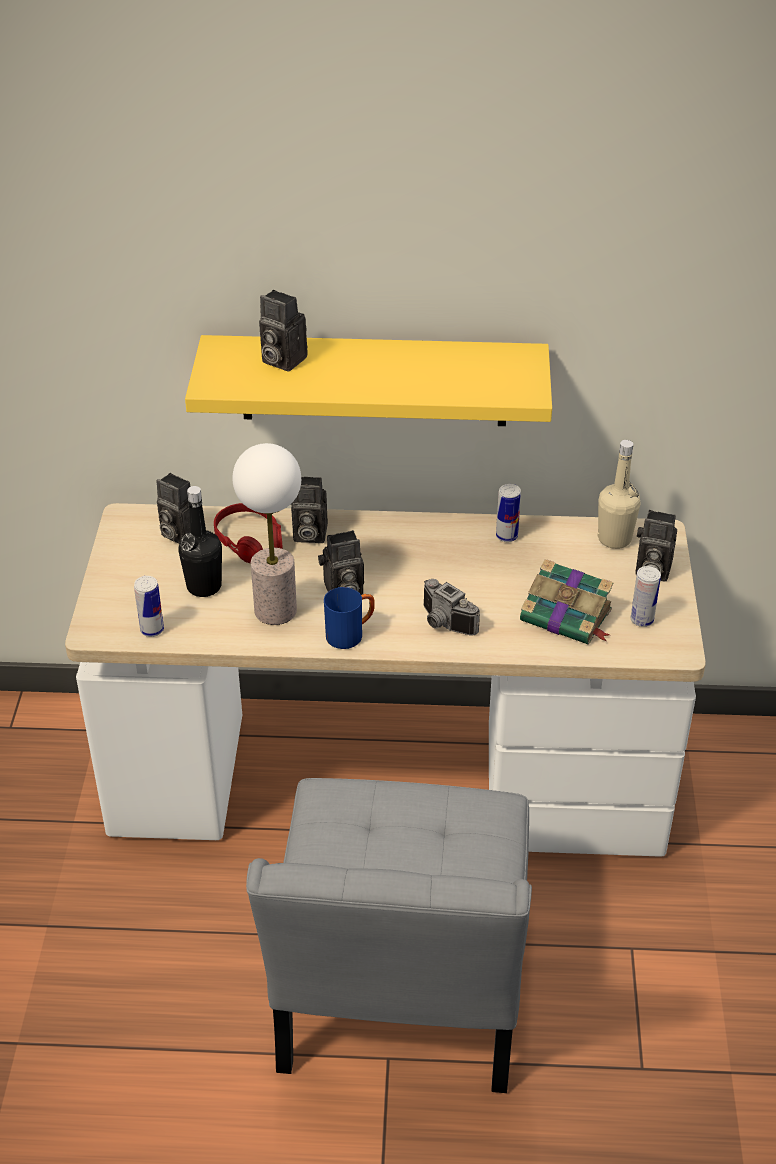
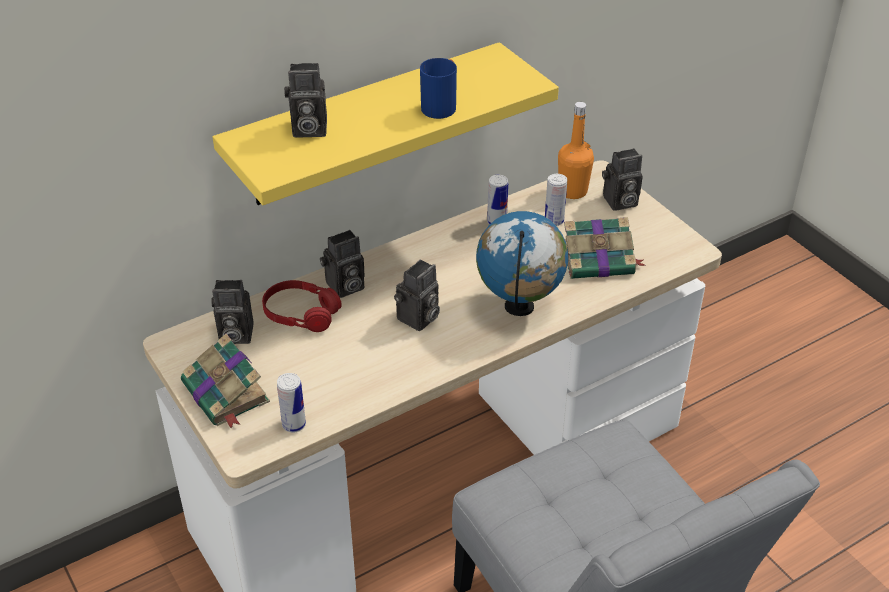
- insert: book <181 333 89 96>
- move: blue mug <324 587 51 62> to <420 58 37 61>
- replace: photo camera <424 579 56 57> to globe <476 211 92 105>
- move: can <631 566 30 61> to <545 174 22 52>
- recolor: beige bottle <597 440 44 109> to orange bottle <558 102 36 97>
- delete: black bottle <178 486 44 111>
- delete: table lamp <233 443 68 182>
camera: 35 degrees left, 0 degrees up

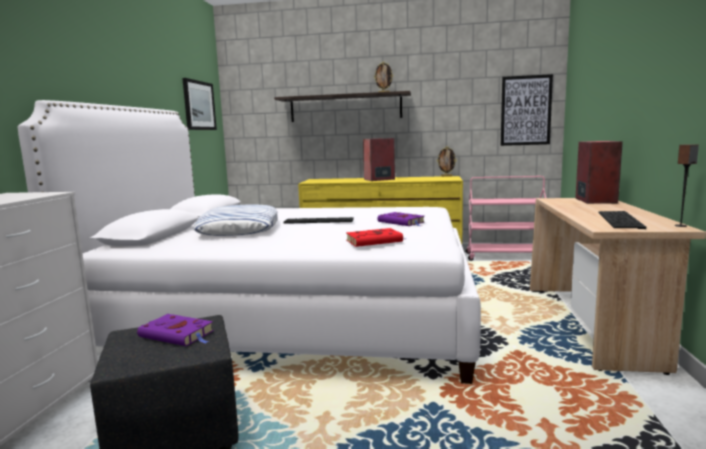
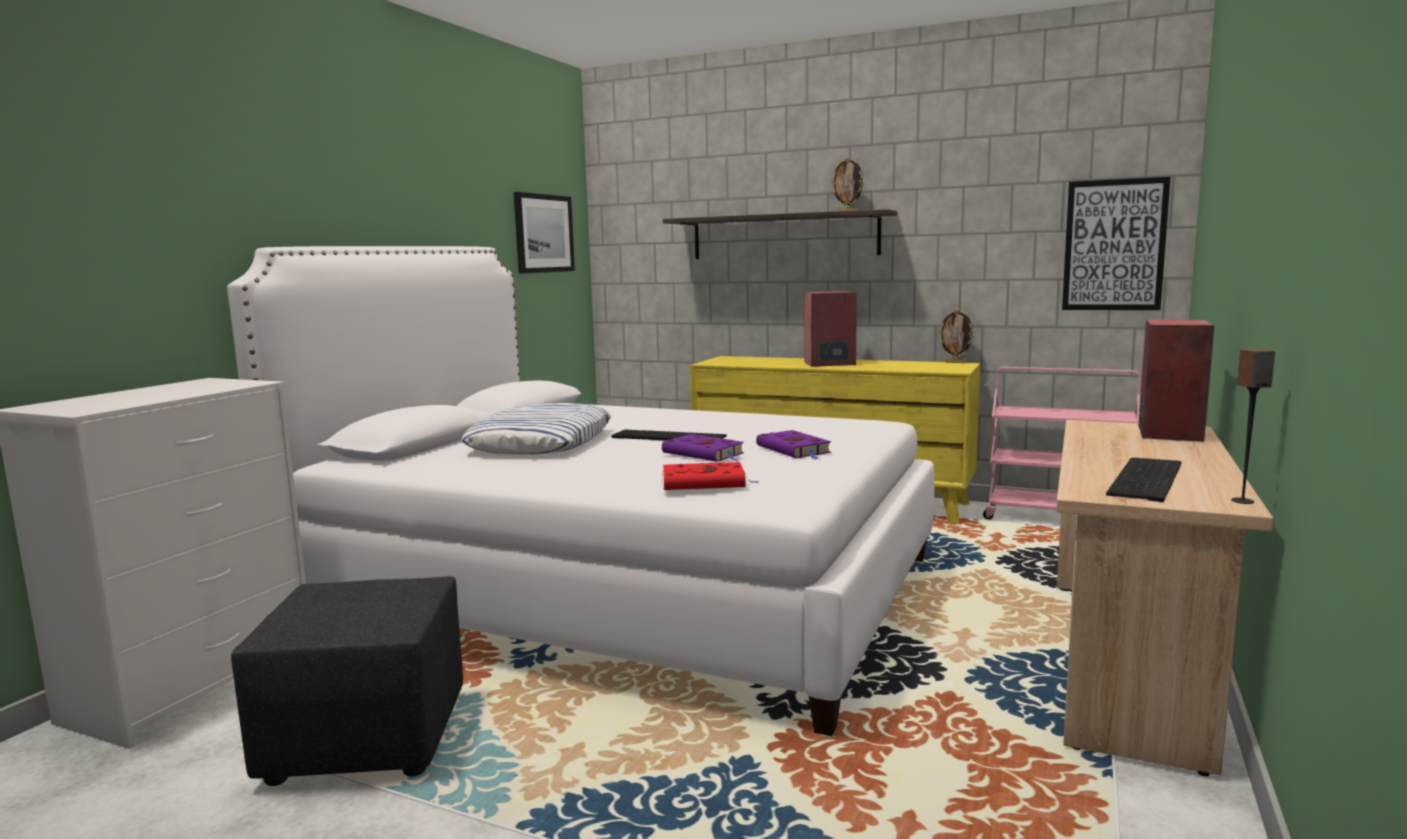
- move: purple book <137 314 77 32> to <662 434 82 28>
camera: 15 degrees right, 0 degrees up

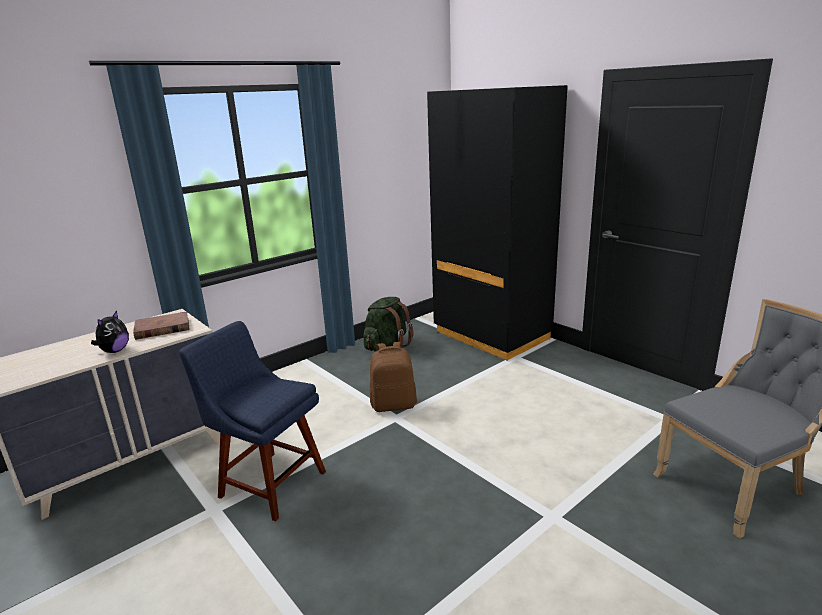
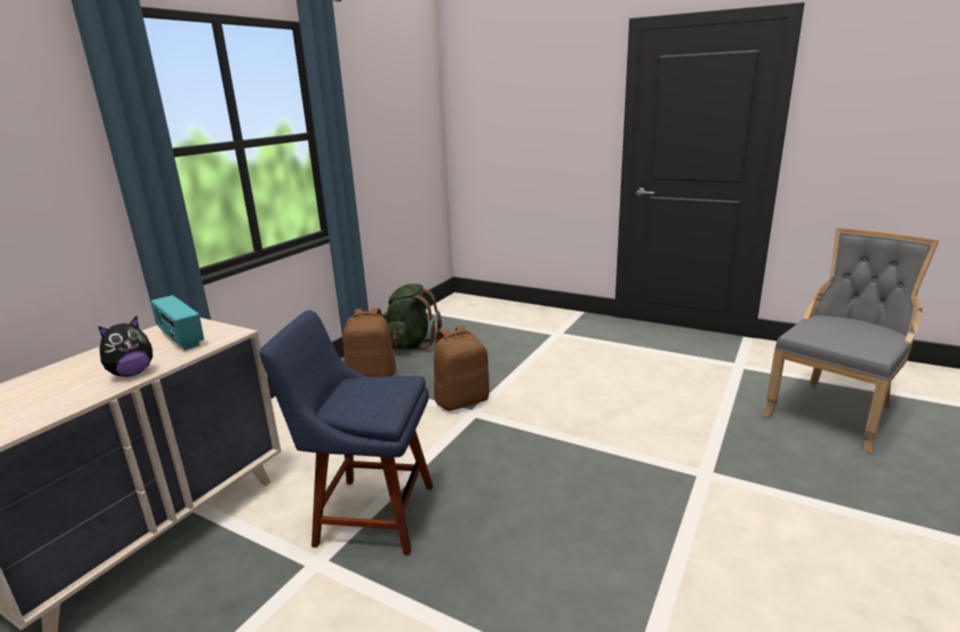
- rotate: plush toy <91 311 38 42> = <98 316 55 61> 45 degrees clockwise
- replace: brown book <133 311 57 29> to radio <151 295 53 55>
- insert: brown backpack <342 308 54 69>
- delete: black wardrobe <427 85 141 276>
camera: 20 degrees left, 0 degrees up

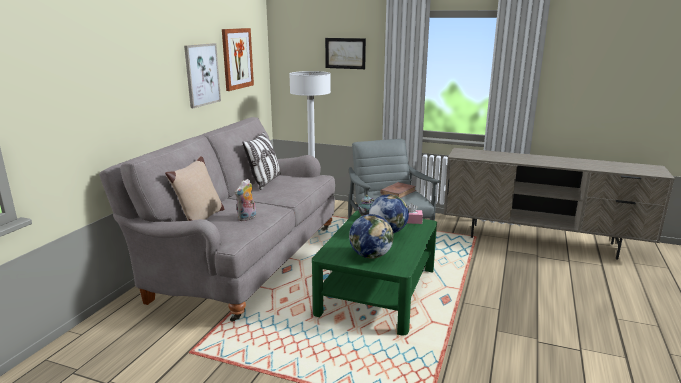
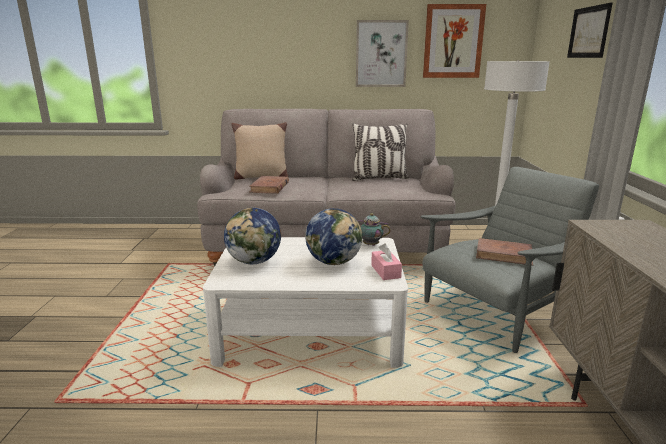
- recolor: green coffee table <312 210 125 125> to white coffee table <203 237 205 131>
- replace: plush toy <235 179 21 42> to brown book <249 176 40 18>
camera: 70 degrees right, 0 degrees up

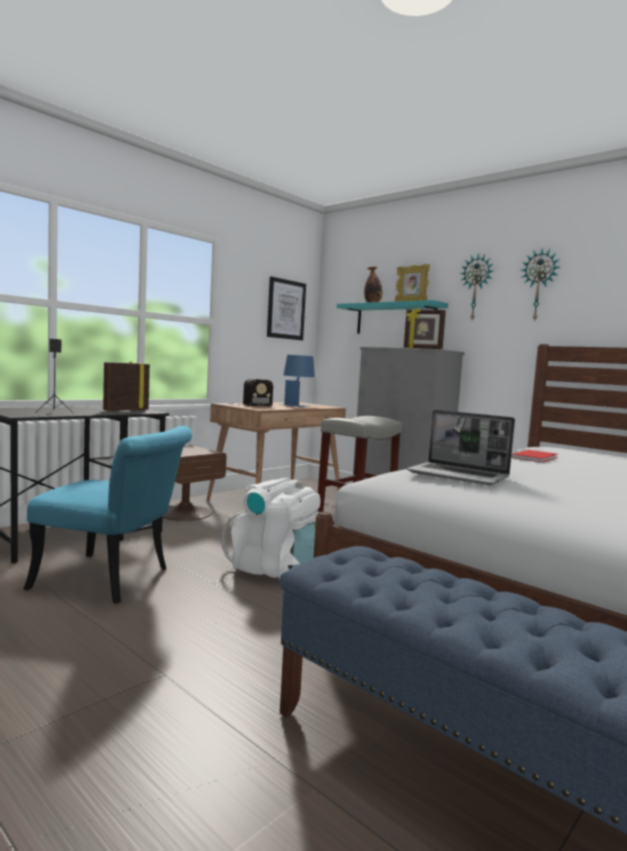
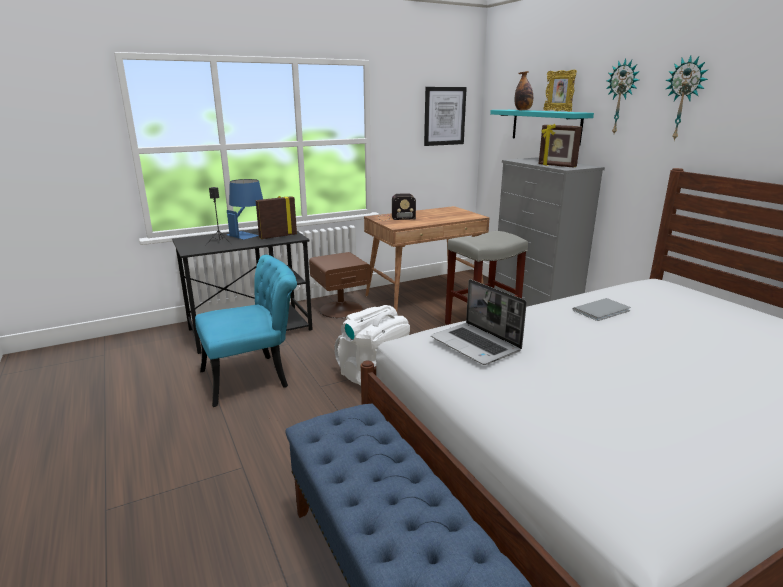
- rotate: turquoise chair <23 426 169 177> = <195 255 102 152> 60 degrees counterclockwise
- move: blue table lamp <280 355 35 52> to <227 179 36 61>
- recolor: red book <511 450 47 12> to grey book <573 298 58 23>
camera: 20 degrees right, 15 degrees up

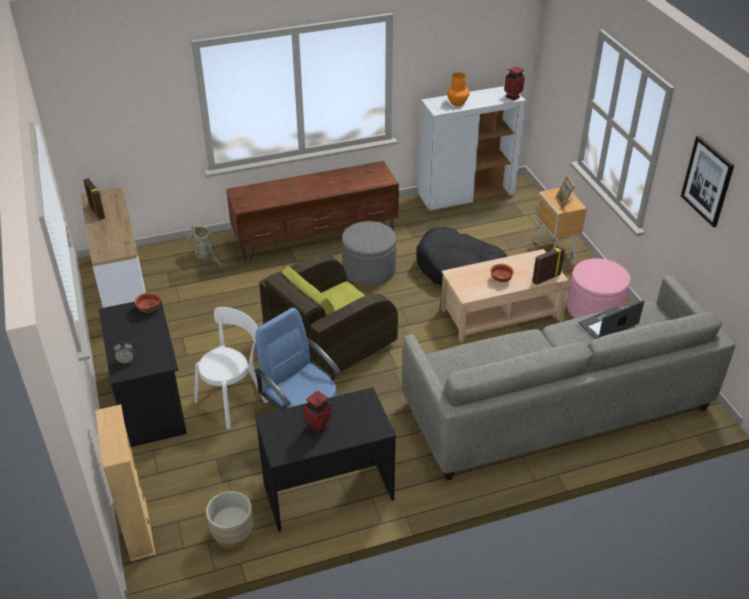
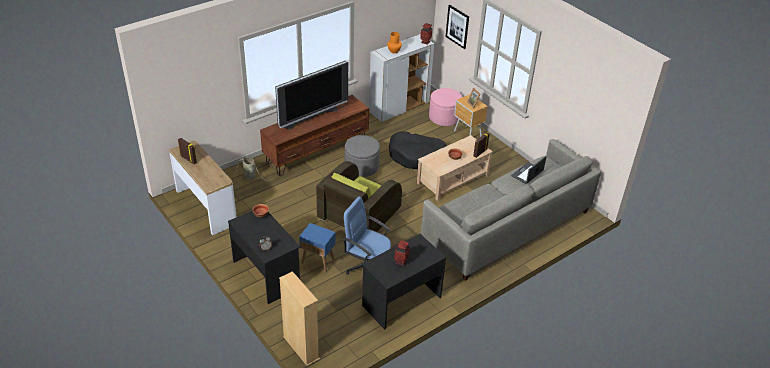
- insert: television <275 61 73 69>
- replace: white chair <194 307 74 122> to blue side table <299 223 37 50>
- move: pink ottoman <567 258 64 61> to <429 88 33 38>
- move: picture <681 136 53 91> to <446 5 23 44>
- delete: beige planter <206 491 47 58>
camera: 20 degrees left, 0 degrees up

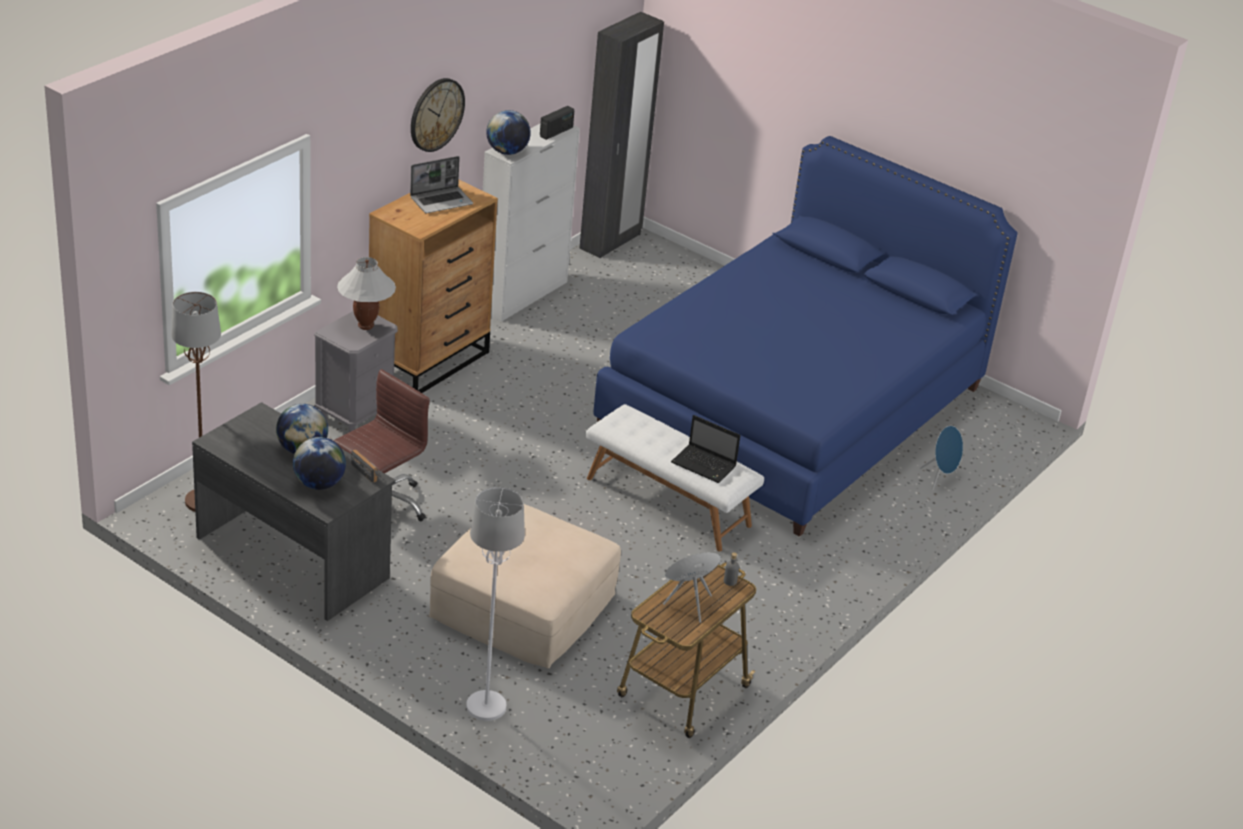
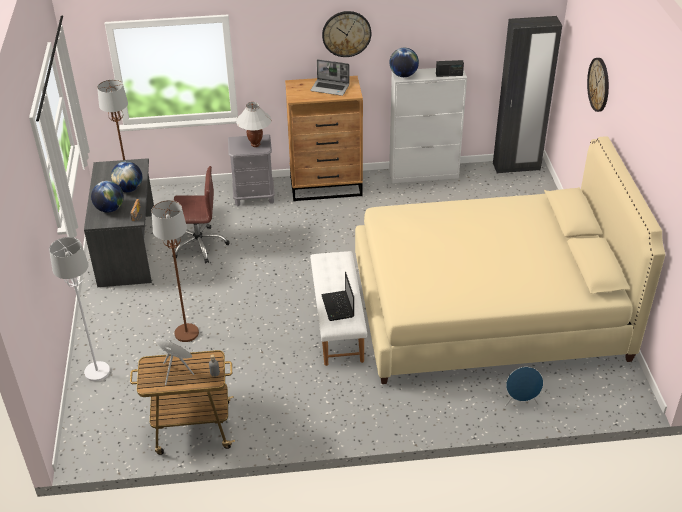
- replace: beige ottoman <429 504 192 164> to brown floor lamp <152 200 47 142>
- recolor: blue bed <593 136 425 401> to beige bed <355 136 311 248>
- insert: wall clock <587 58 22 54>
camera: 50 degrees right, 5 degrees up

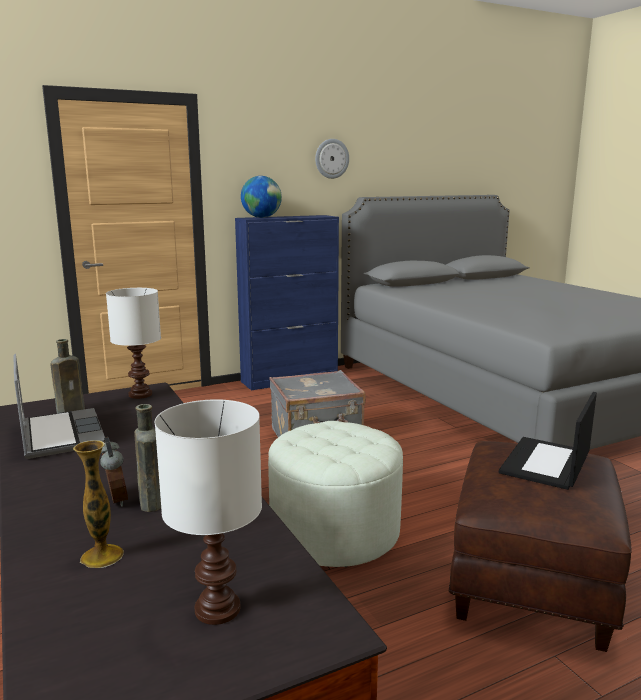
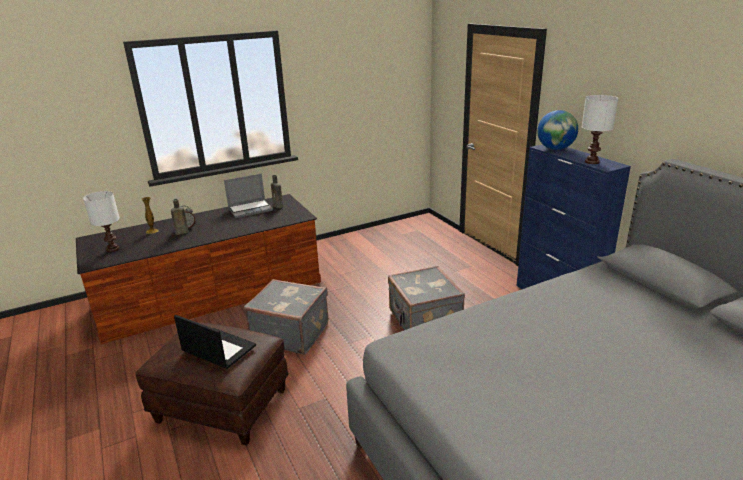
- replace: white ottoman <268 421 135 146> to grey suitcase <244 279 84 75>
- move: white table lamp <106 288 55 111> to <582 95 36 69>
- delete: wall clock <315 139 34 40>
camera: 90 degrees right, 10 degrees up

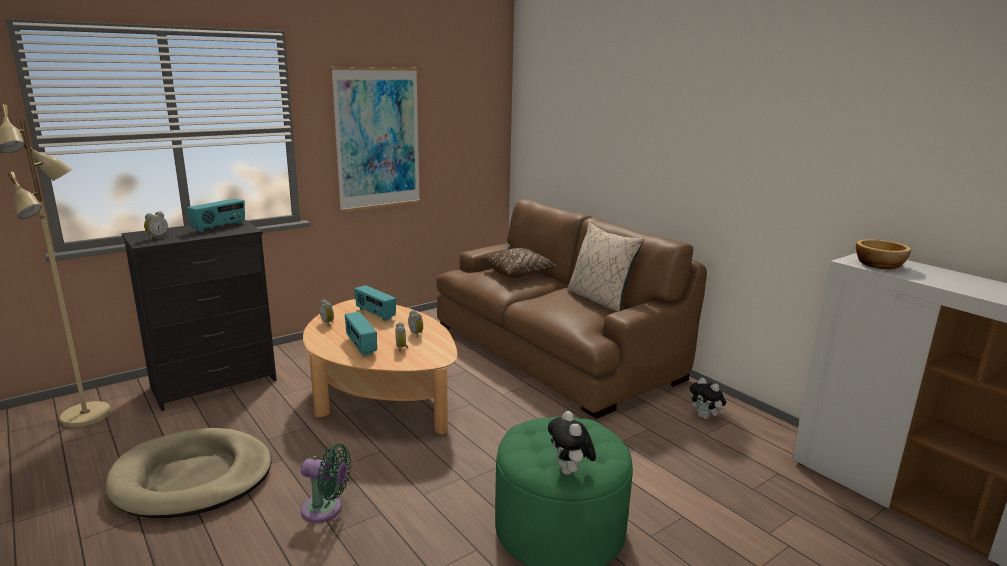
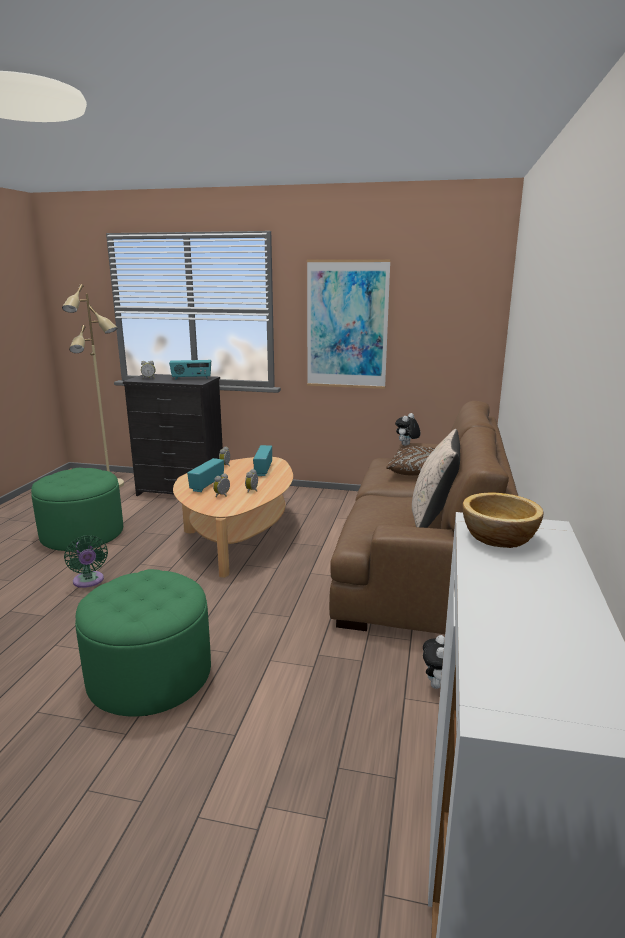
- replace: beige dog bed <105 428 167 90> to green ottoman <31 468 92 83>
- move: plush toy <548 411 48 64> to <395 413 25 33>
camera: 50 degrees right, 0 degrees up

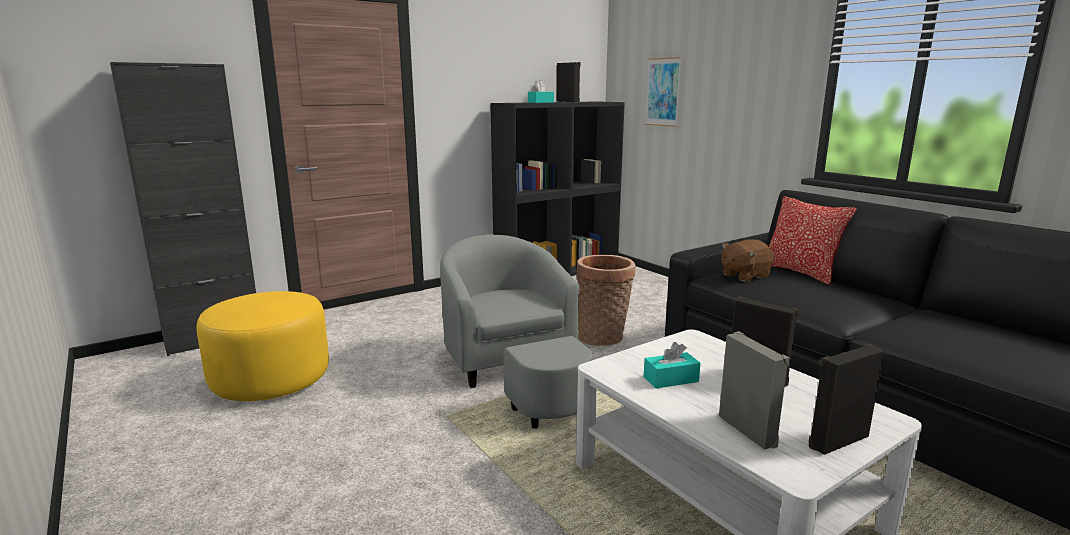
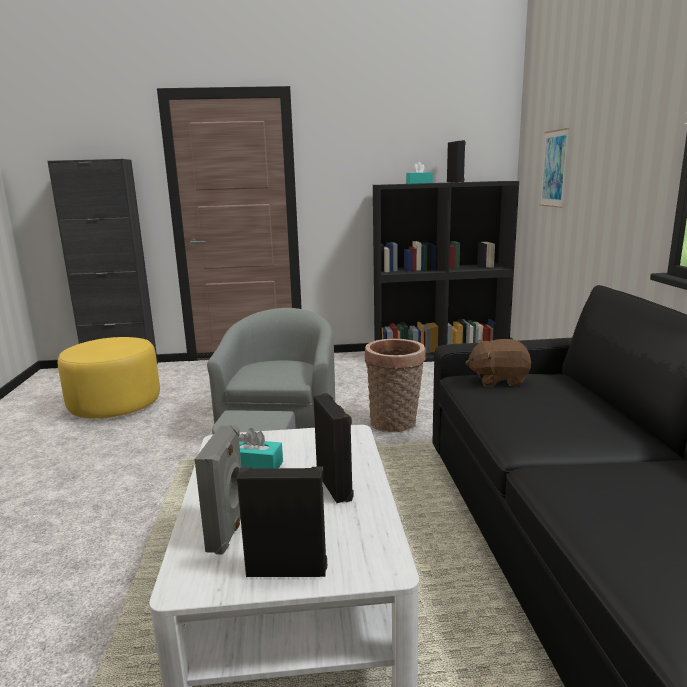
- delete: pillow <769 196 87 89>
camera: 30 degrees right, 0 degrees up

